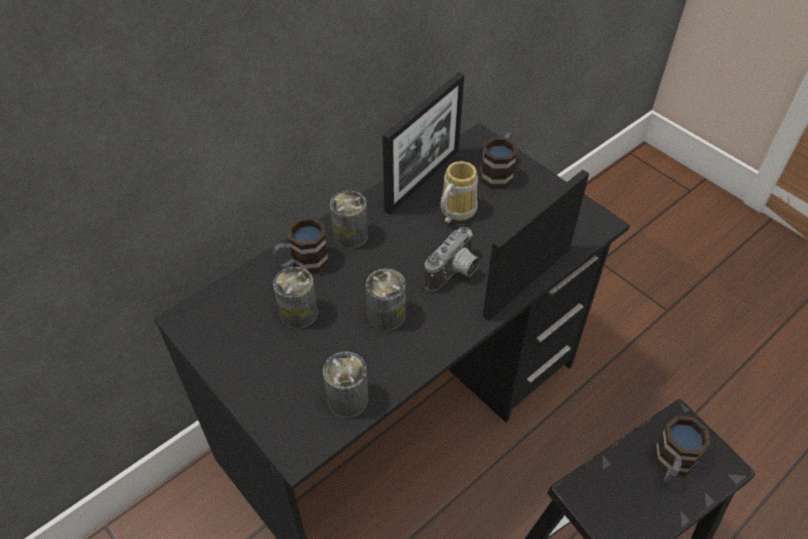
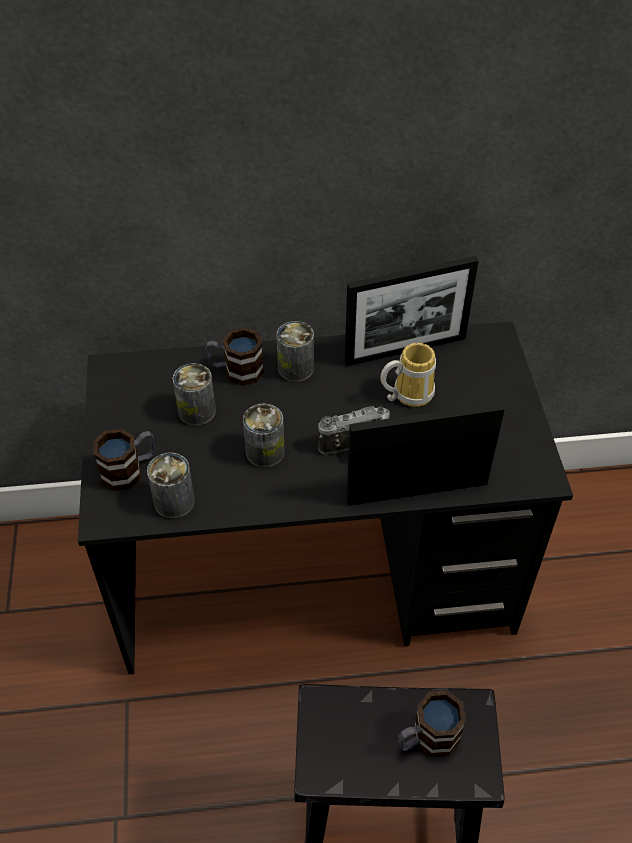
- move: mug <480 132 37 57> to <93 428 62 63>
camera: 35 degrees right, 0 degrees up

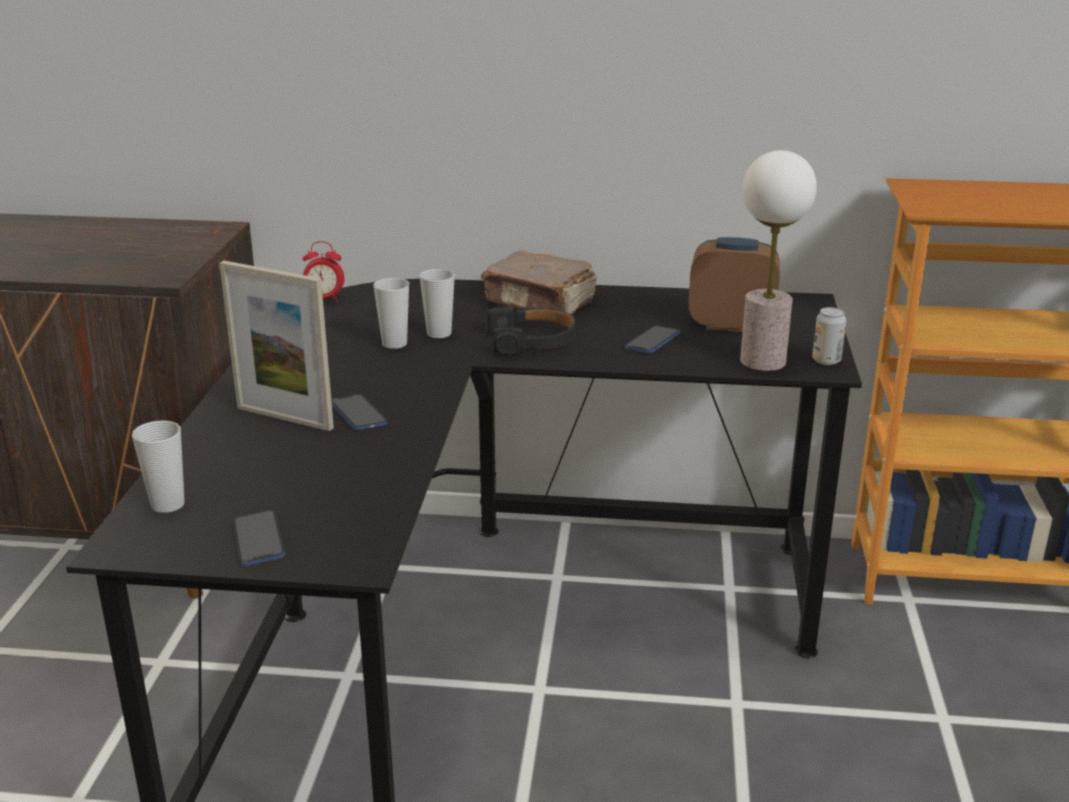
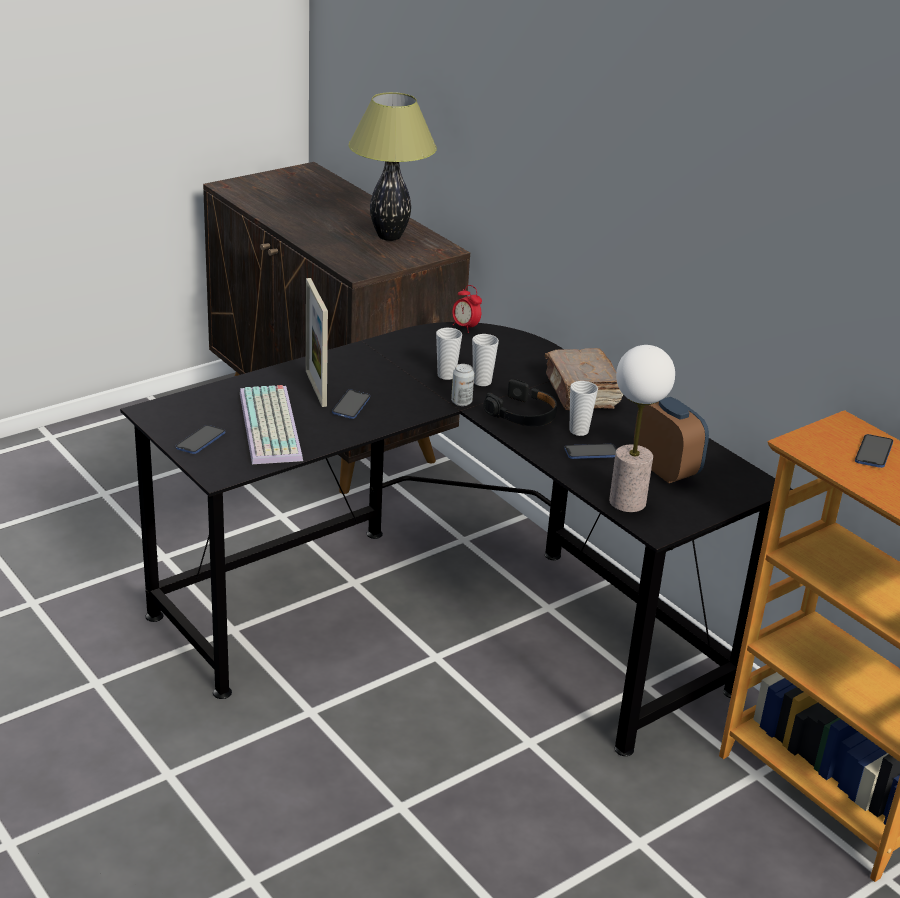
- insert: keyboard <240 385 63 79>
- insert: table lamp <348 92 89 149>
- move: can <812 307 34 58> to <451 364 23 42>
- move: cup <132 420 53 93> to <569 381 29 55>
- insert: phone <855 434 38 34>
camera: 45 degrees right, 5 degrees up

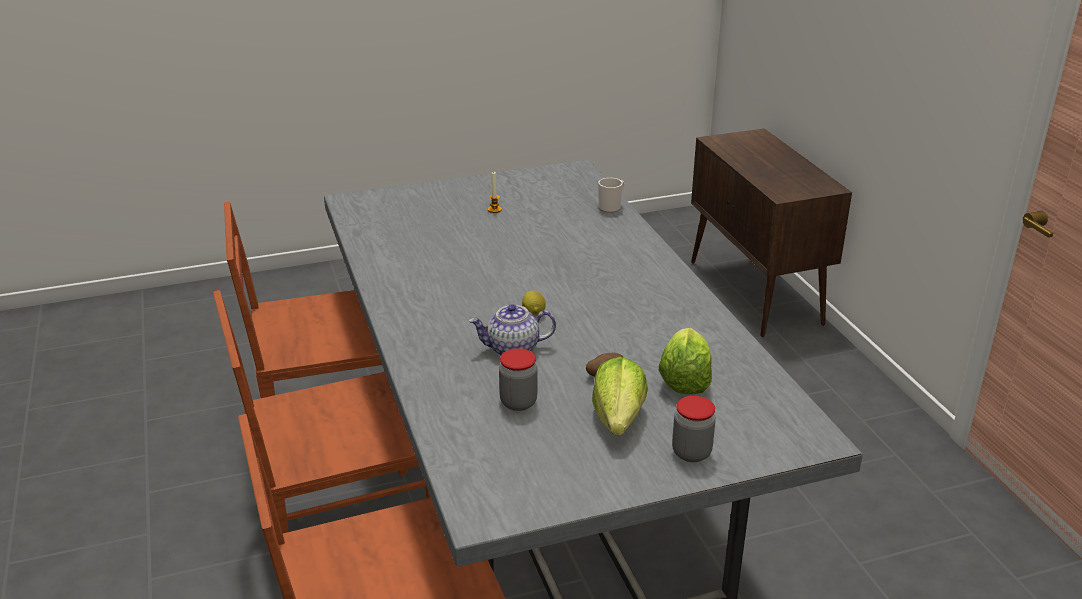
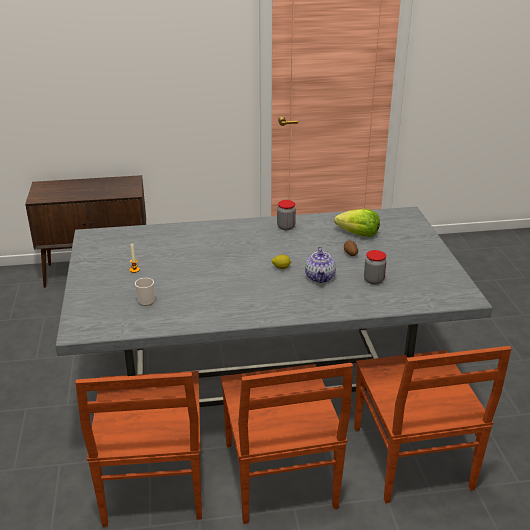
- move: mug <598 178 27 35> to <135 278 20 28>
- move: jar <672 396 44 66> to <277 200 19 30>
- delete: lettuce <592 357 56 78>
camera: 80 degrees left, 0 degrees up

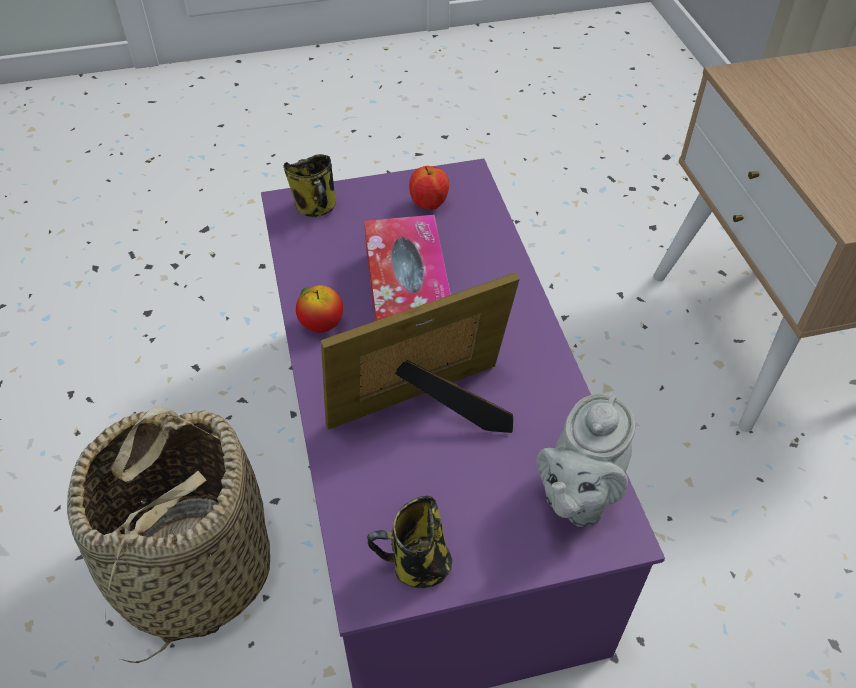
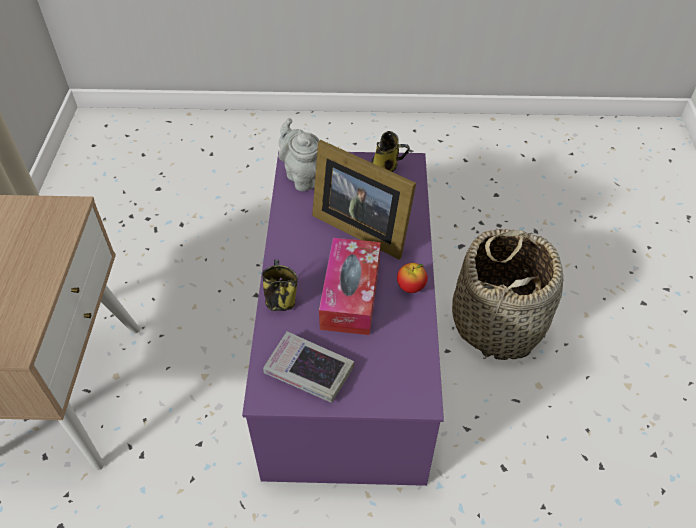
- move: mug <283 154 53 63> to <262 260 36 51>
- replace: apple <409 166 40 44> to book <263 331 91 72>
- rotate: grey teapot <537 394 99 133> = <278 118 41 73> 75 degrees counterclockwise
- rotate: picture frame <321 273 199 160> = <312 140 104 120> 45 degrees clockwise
camera: 165 degrees left, 0 degrees up

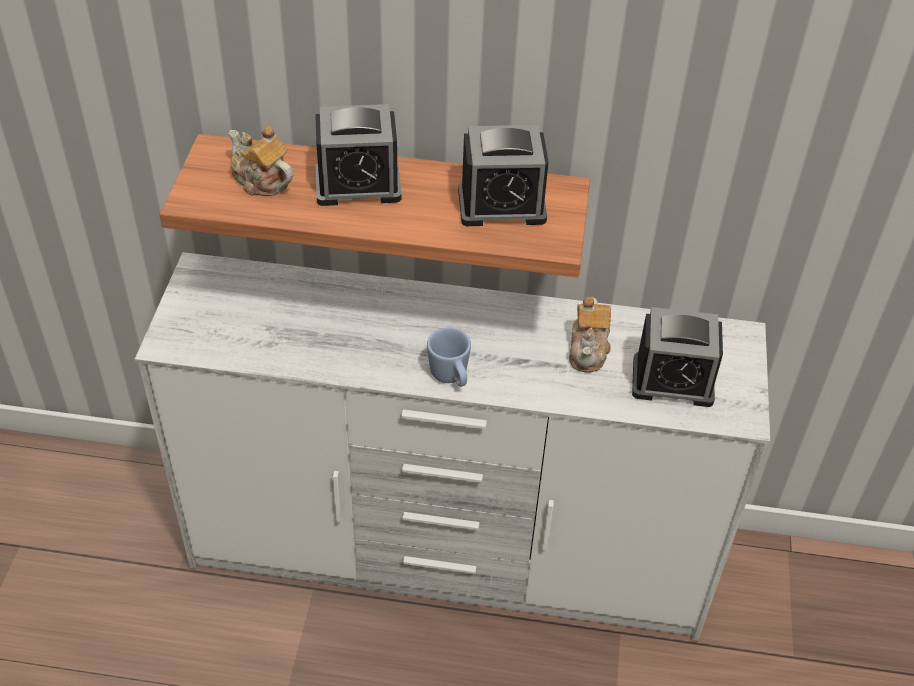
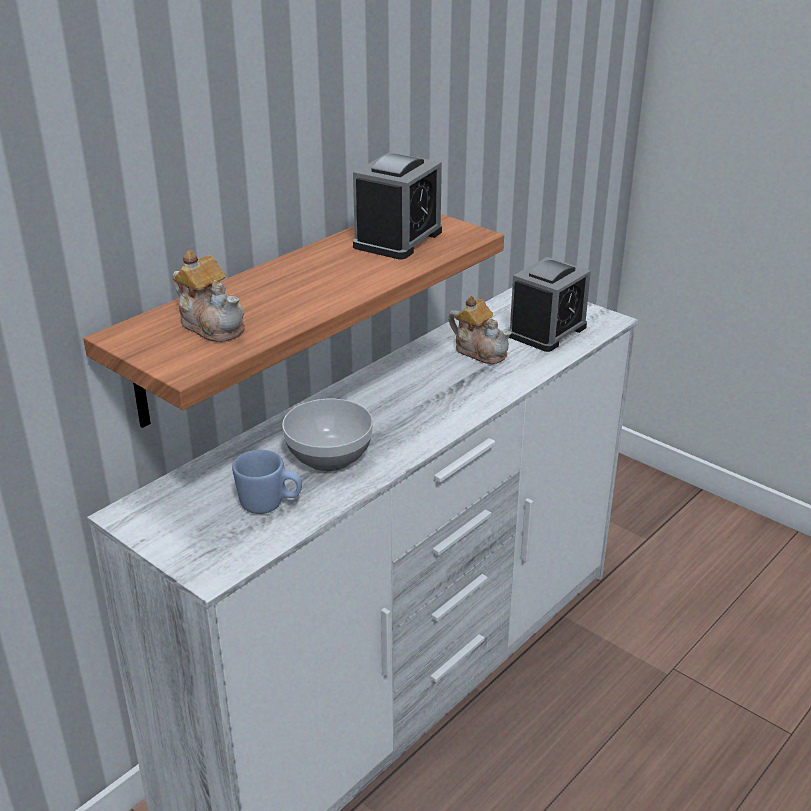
- rotate: teapot <228 126 65 70> = <173 250 72 92> 120 degrees counterclockwise
- move: blue mug <427 328 44 59> to <232 450 70 64>
- insert: bowl <282 399 91 72>
- delete: alarm clock <315 104 87 102>
camera: 55 degrees left, 15 degrees down

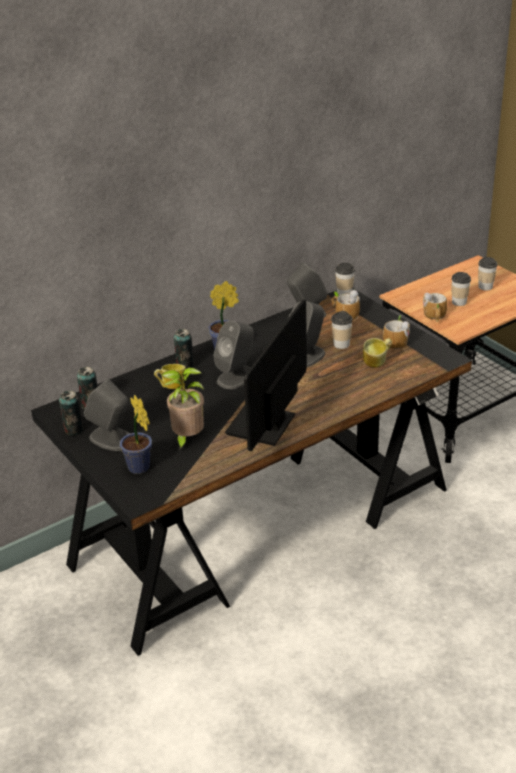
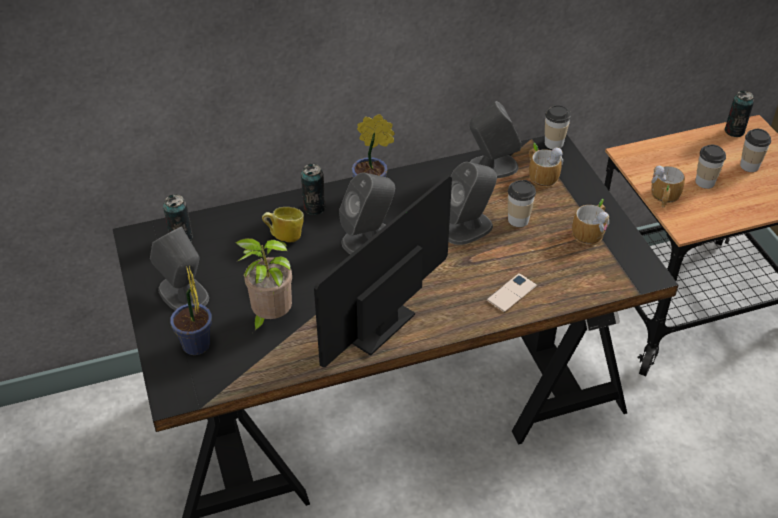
- insert: phone <486 273 51 40>
- move: can <59 390 24 45> to <724 91 30 46>
- delete: mug <363 338 29 30>
camera: 15 degrees right, 10 degrees up

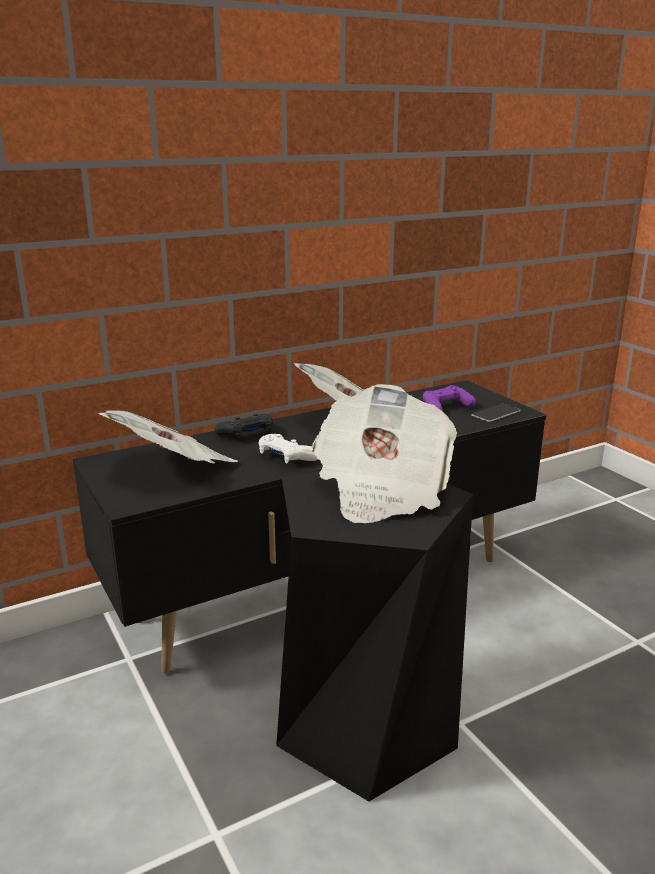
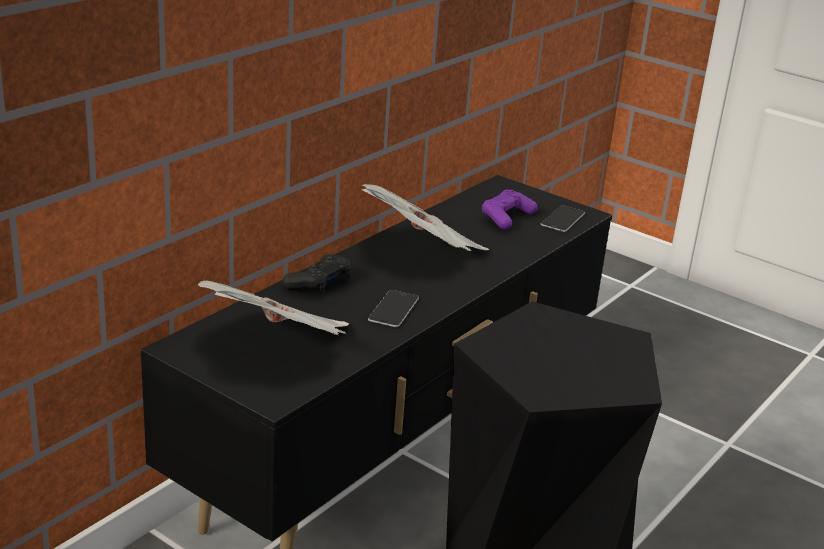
- replace: white game controller <259 434 59 29> to phone <368 290 51 37>
- delete: newspaper <312 384 145 139>
camera: 25 degrees left, 5 degrees up

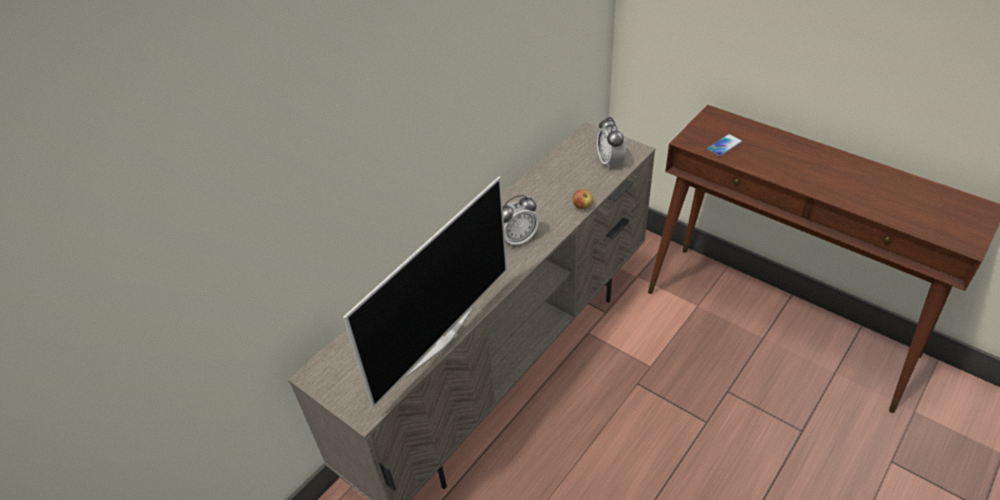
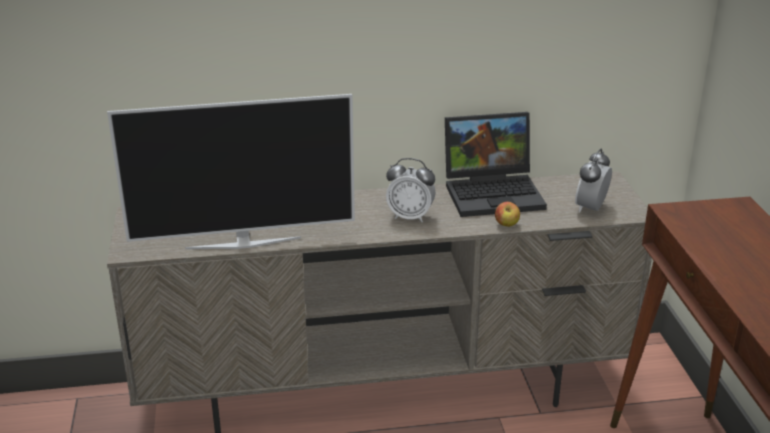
- insert: laptop <445 112 102 105>
- delete: phone <707 134 35 23>
camera: 40 degrees right, 15 degrees down

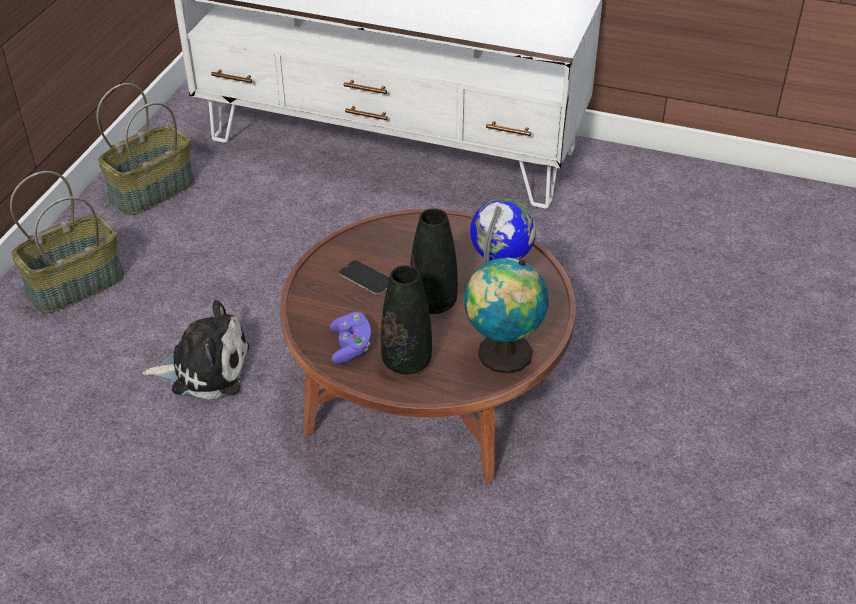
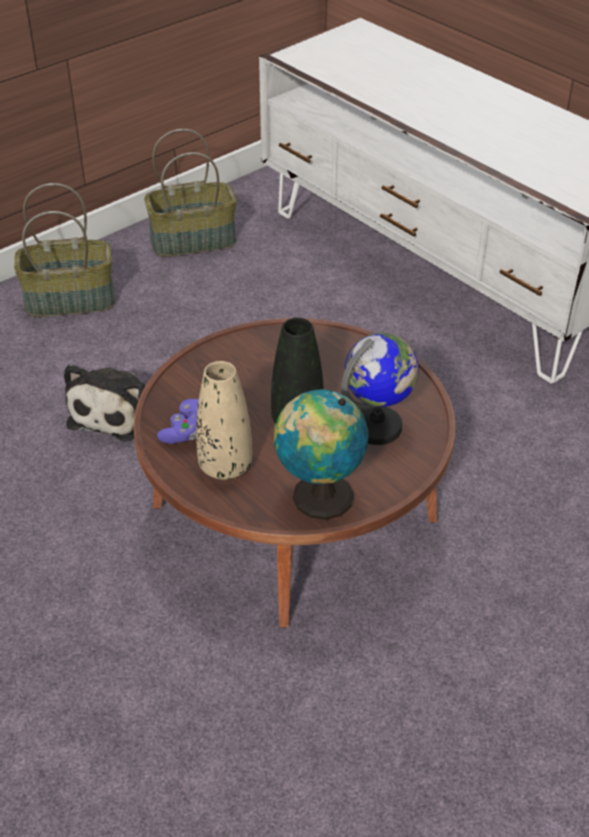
- rotate: plush toy <143 300 106 100> = <64 364 81 77> 75 degrees clockwise
- recolor: black vase <381 265 51 109> to beige vase <196 361 56 119>
- delete: phone <339 260 50 35>
camera: 30 degrees right, 0 degrees up

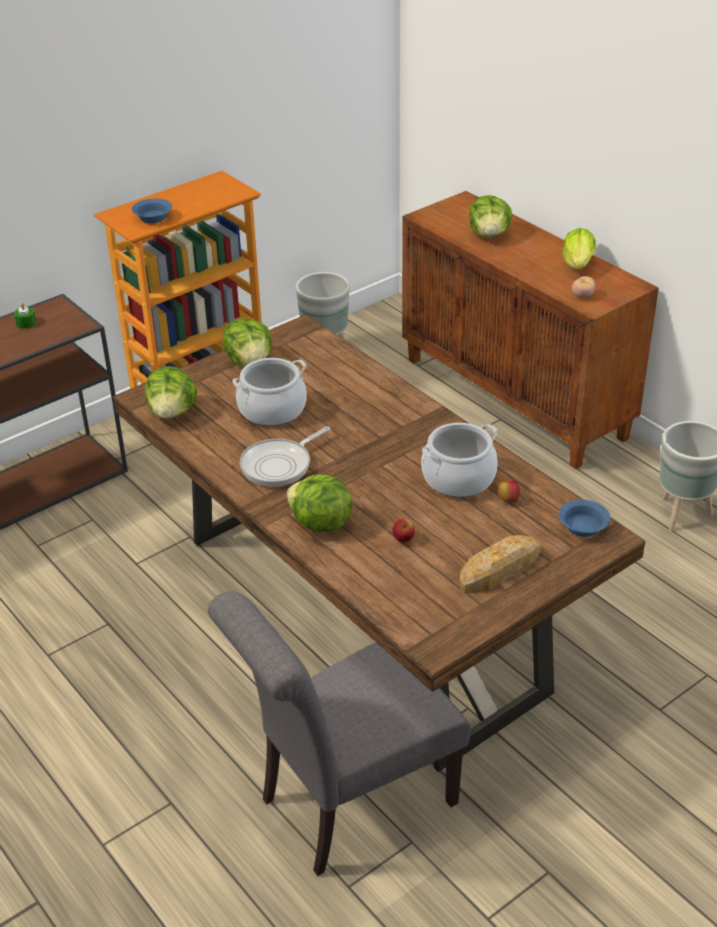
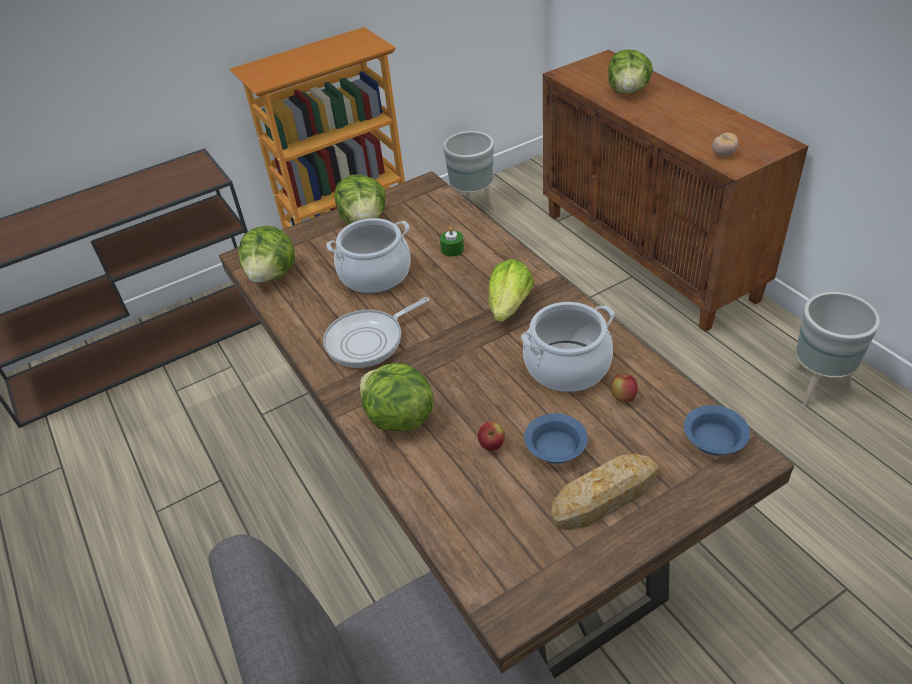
- move: green candle <14 303 22 26> to <440 227 24 30>
- move: lettuce <562 228 34 42> to <488 259 46 63>
- move: blue bowl <132 198 40 25> to <524 413 64 51>
camera: 10 degrees right, 5 degrees up

